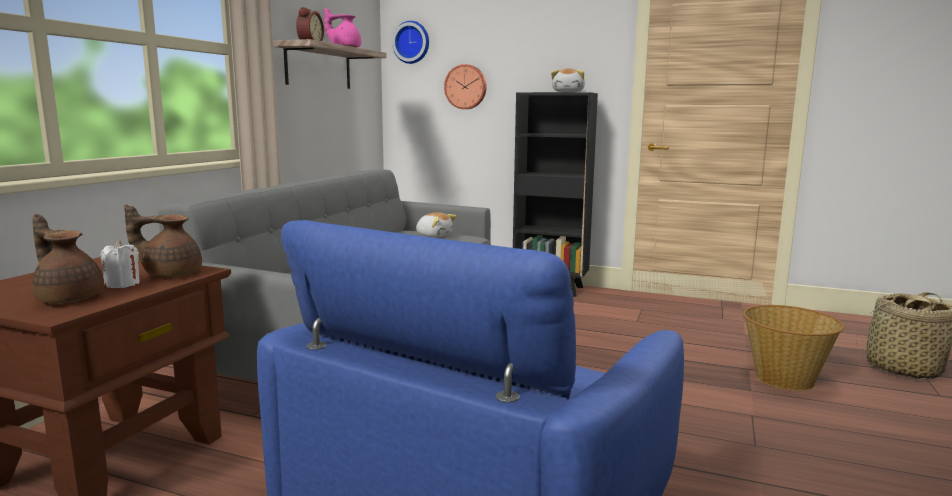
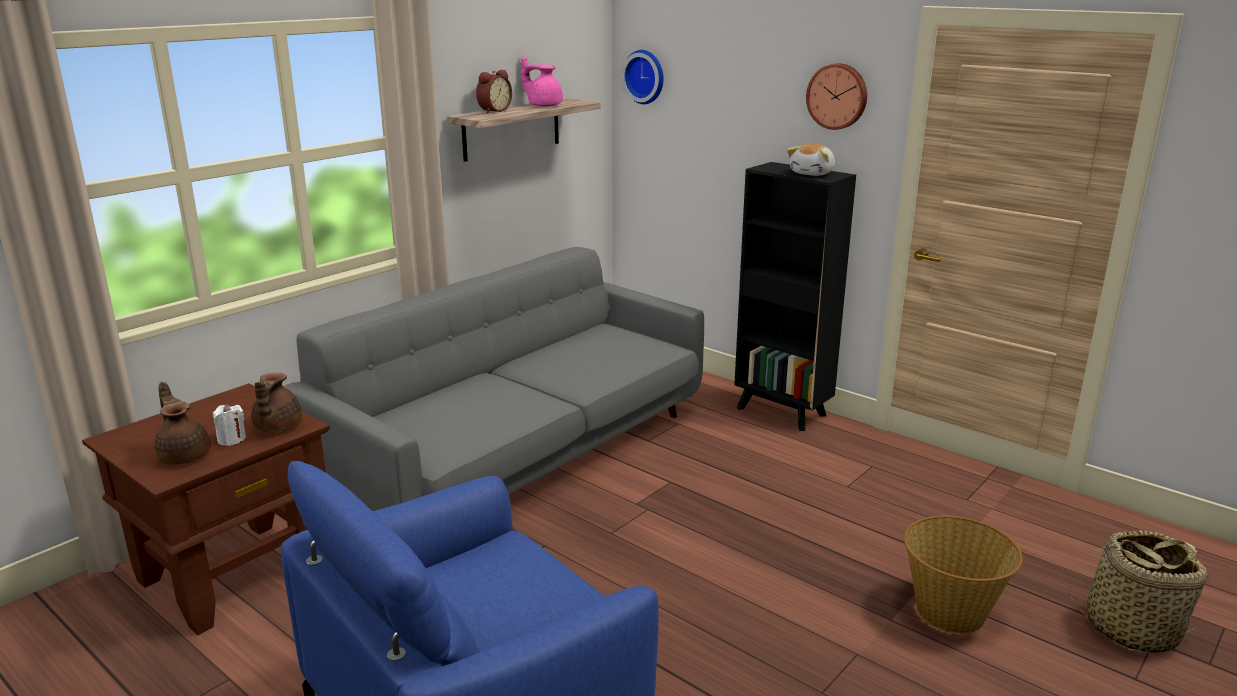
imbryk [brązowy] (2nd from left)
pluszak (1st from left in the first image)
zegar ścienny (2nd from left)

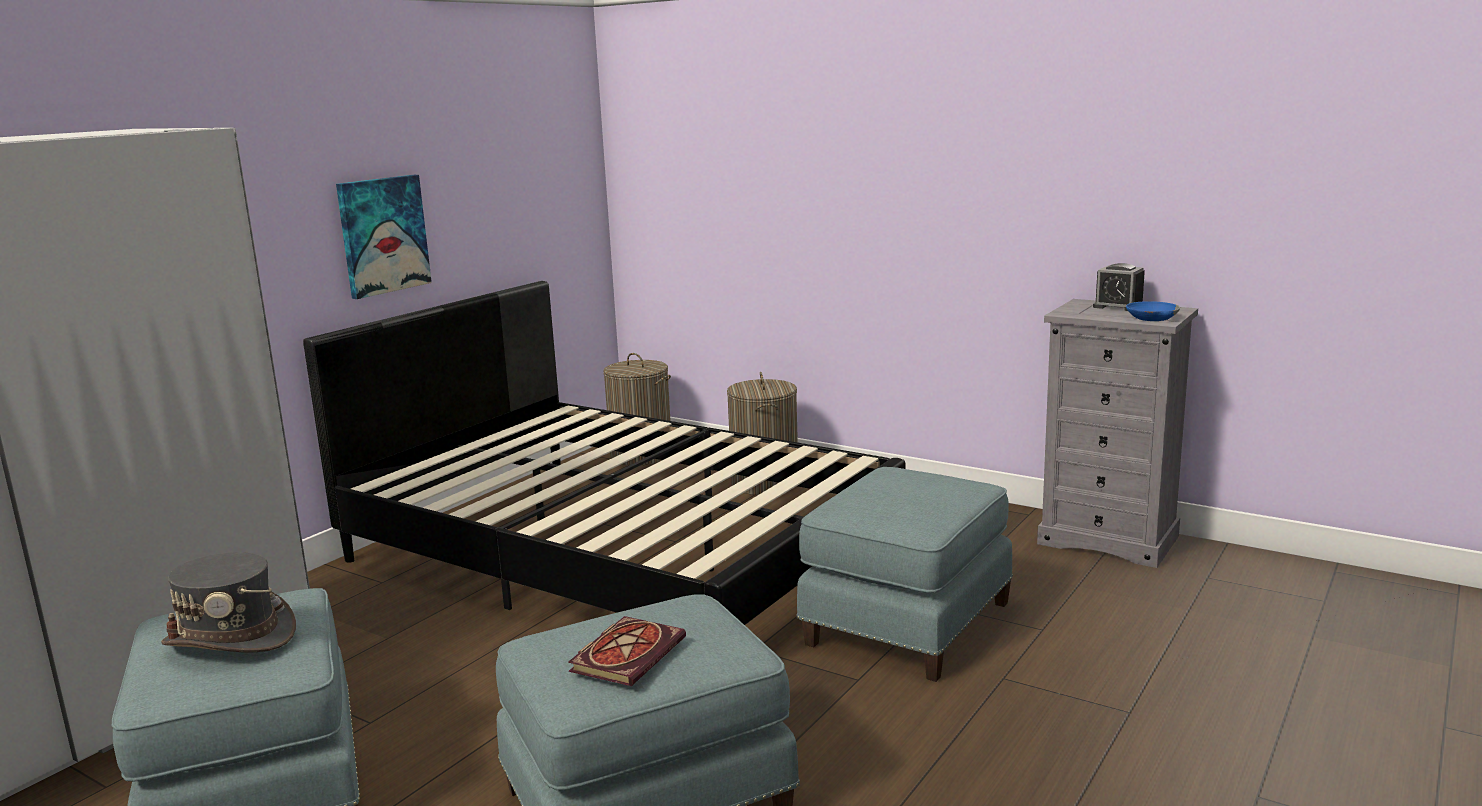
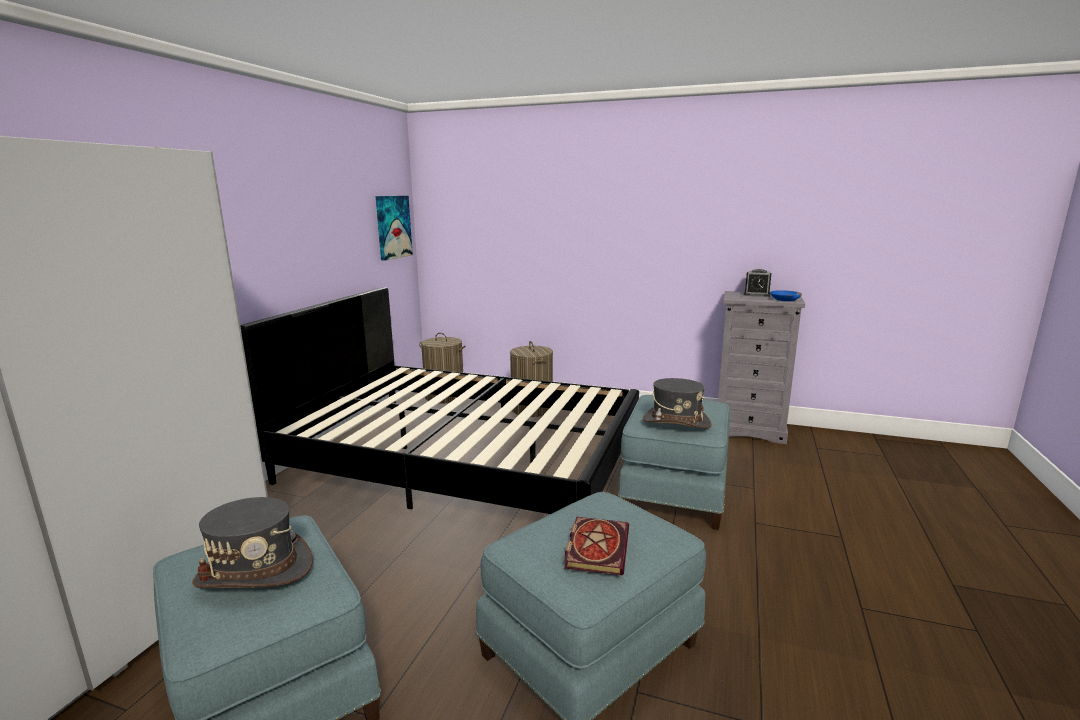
obraz
kapelusz [szary] (2nd from left)

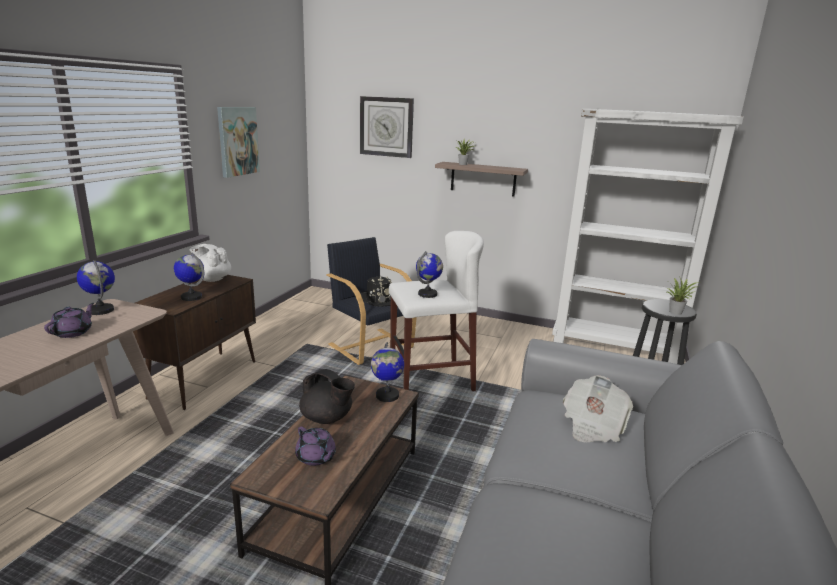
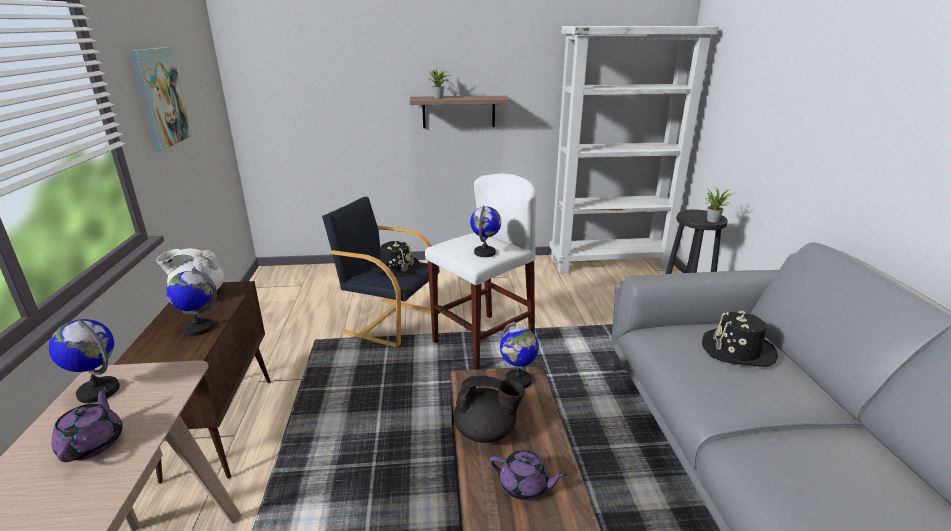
zegar ścienny
kapelusz [czarny] (2nd from left)

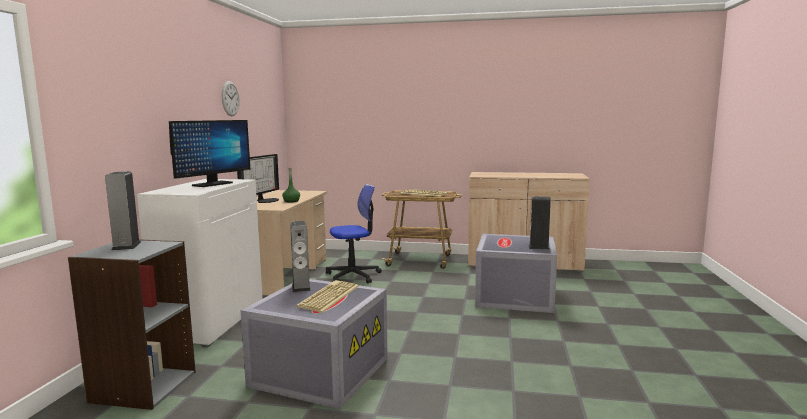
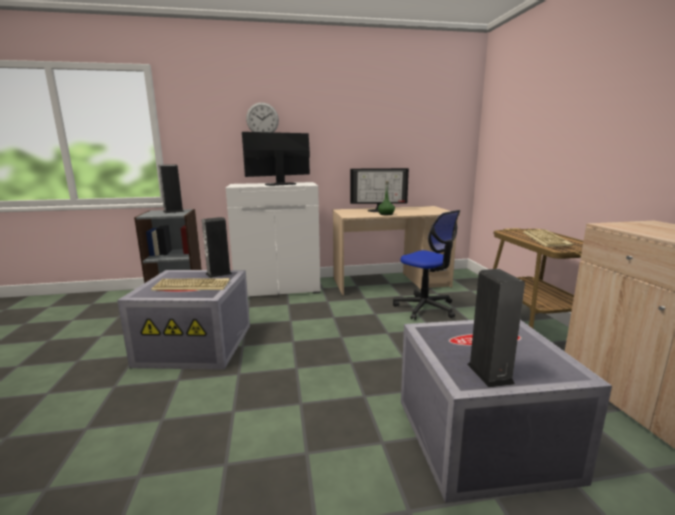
monitor (1st from left)
zegar ścienny

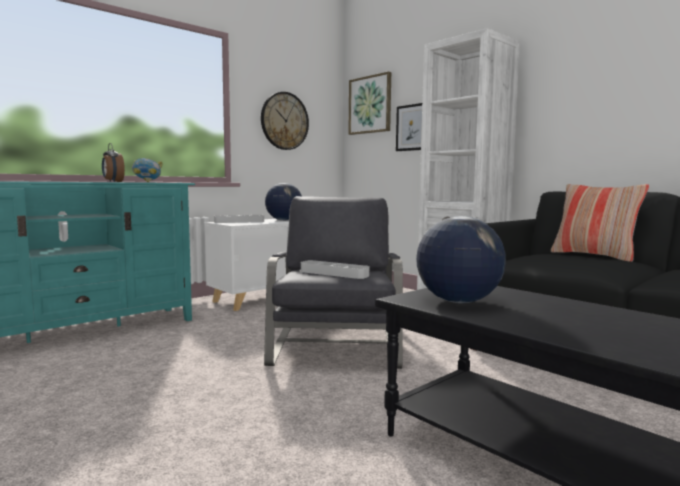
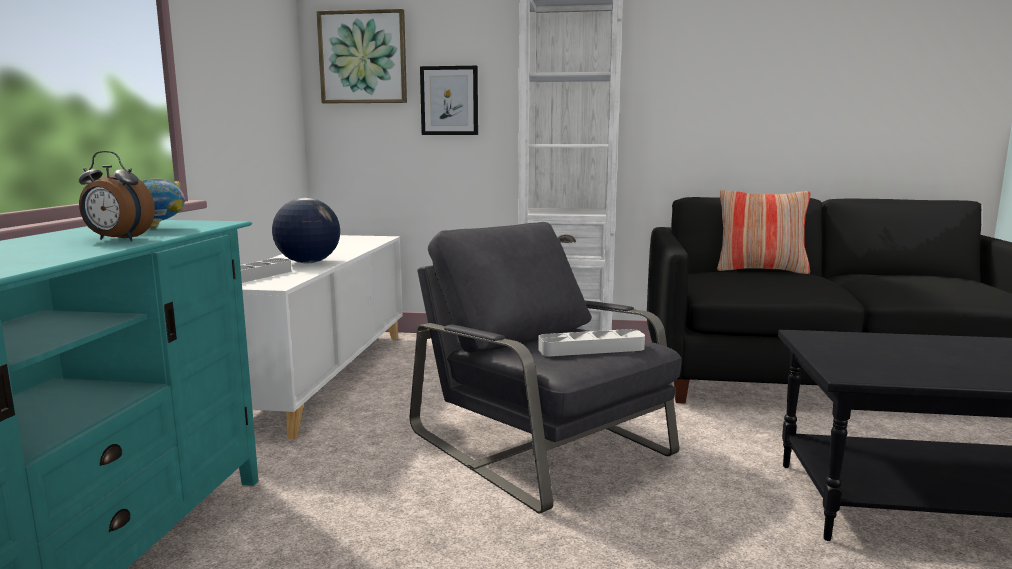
zegar ścienny
globus (2nd from left in the first image)

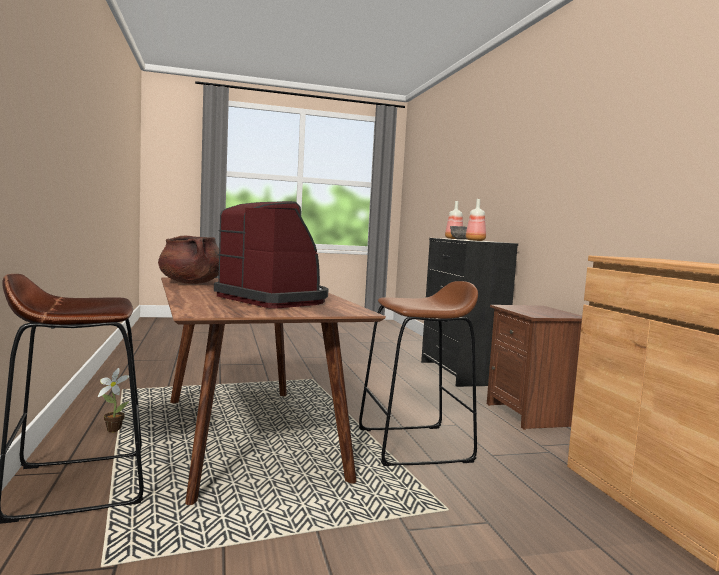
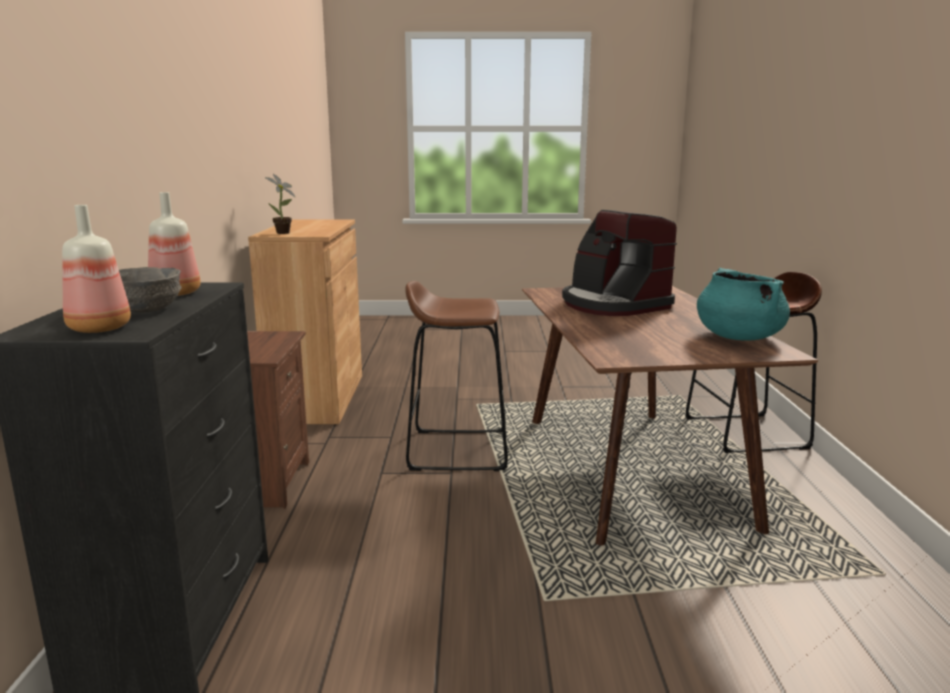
roślina doniczkowa
garnek [turkusowy]

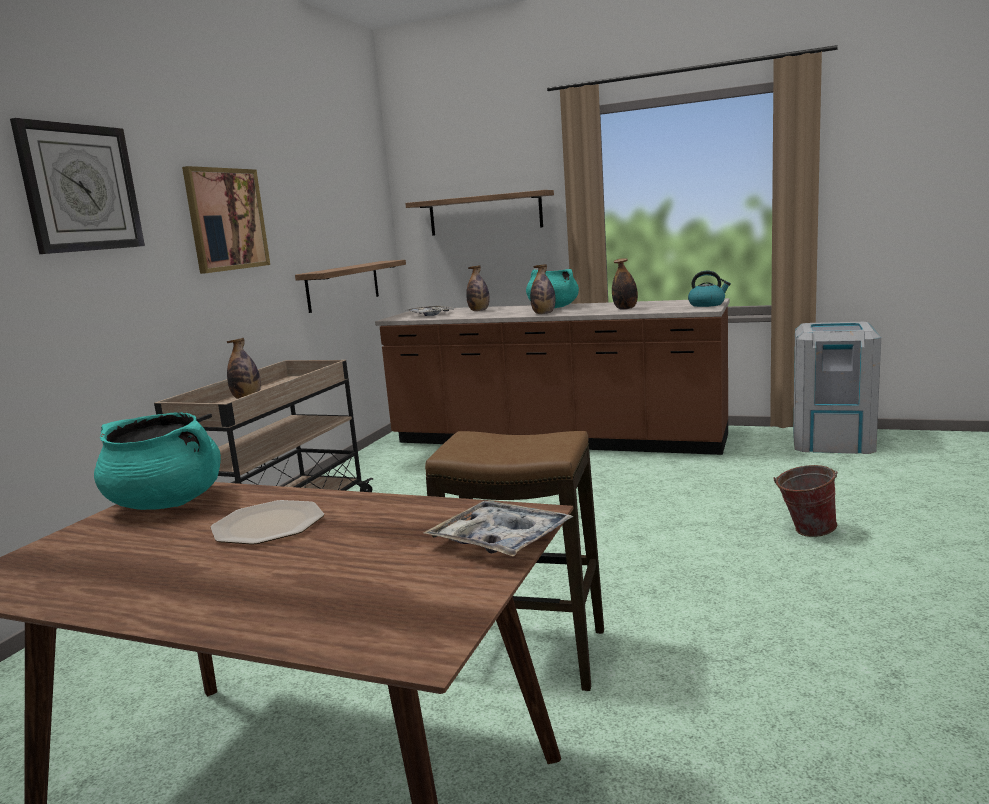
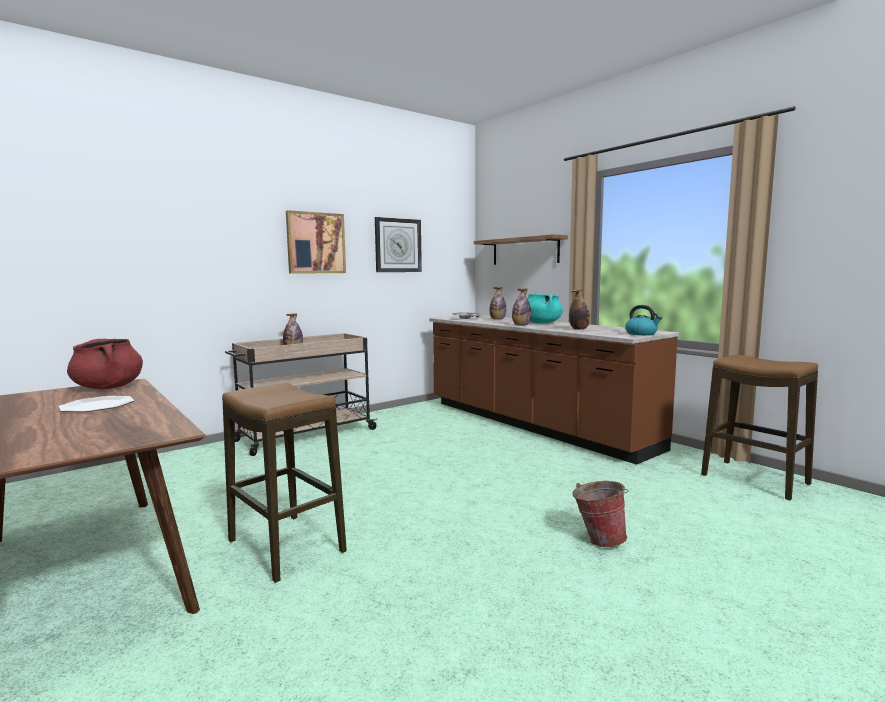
zegar ścienny
garnek [czerwony]
półka (1st from left in the first image)
taca (2nd from left in the first image)
stołek (2nd from left)

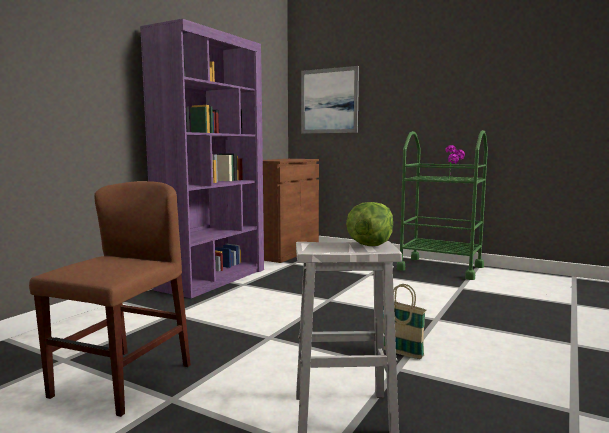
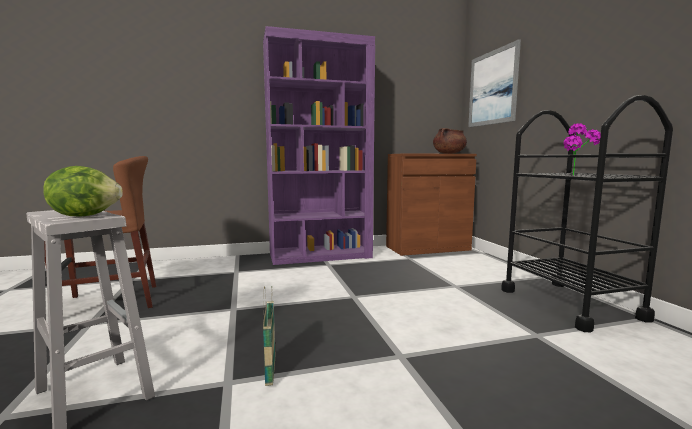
wózek [czarny]
garnek [brązowy]

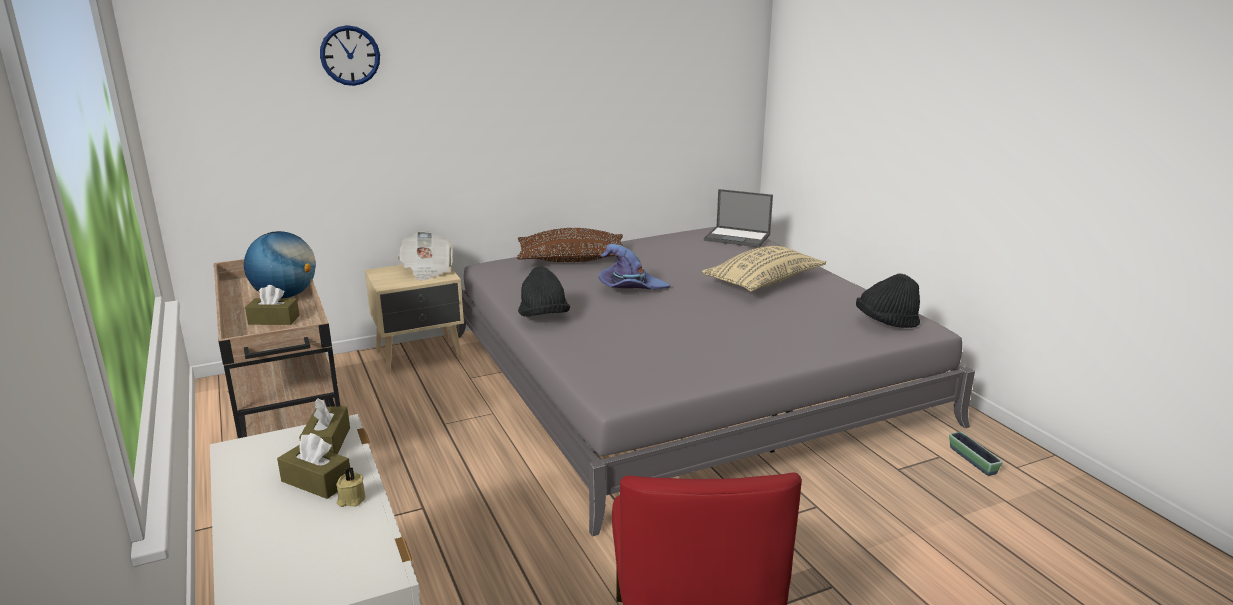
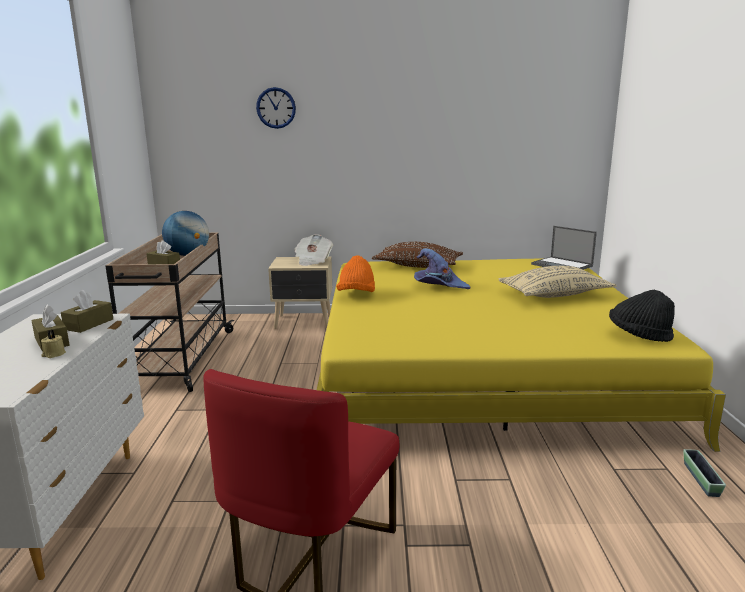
łóżko [żółty]
kapelusz [pomarańczowy]

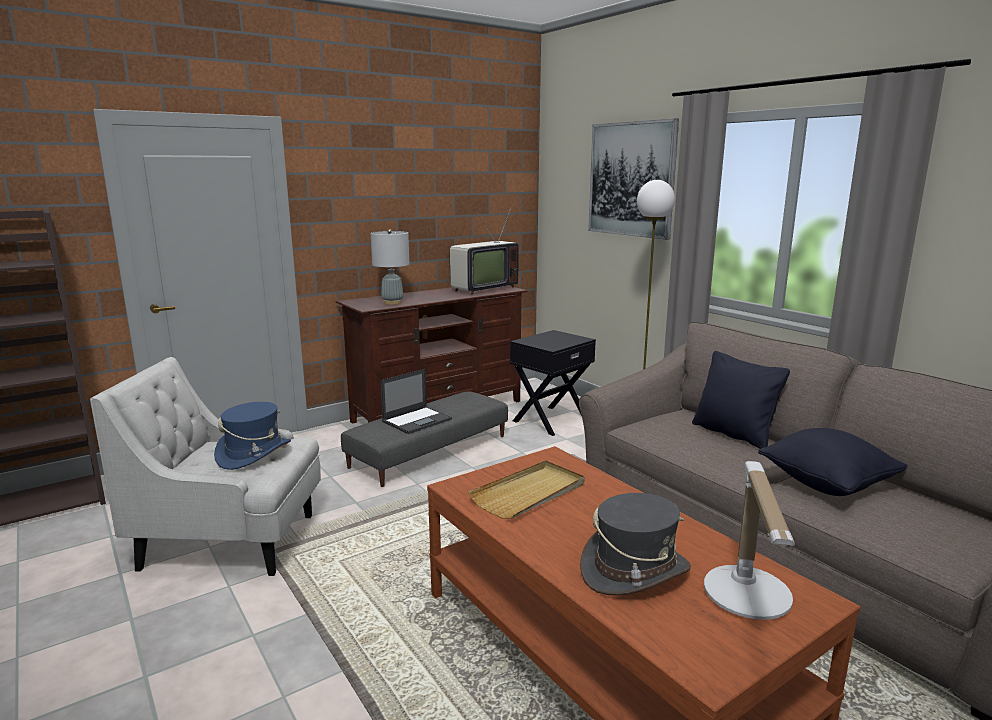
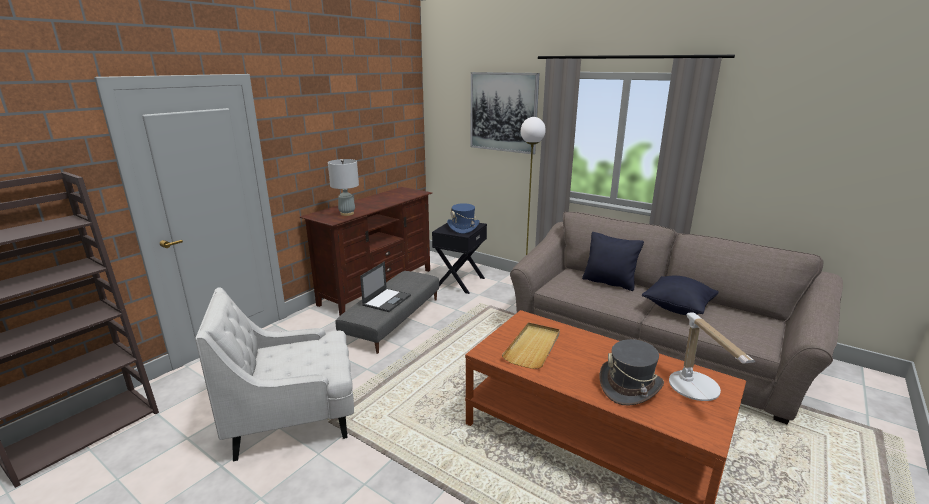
kapelusz [niebieski]
telewizor

